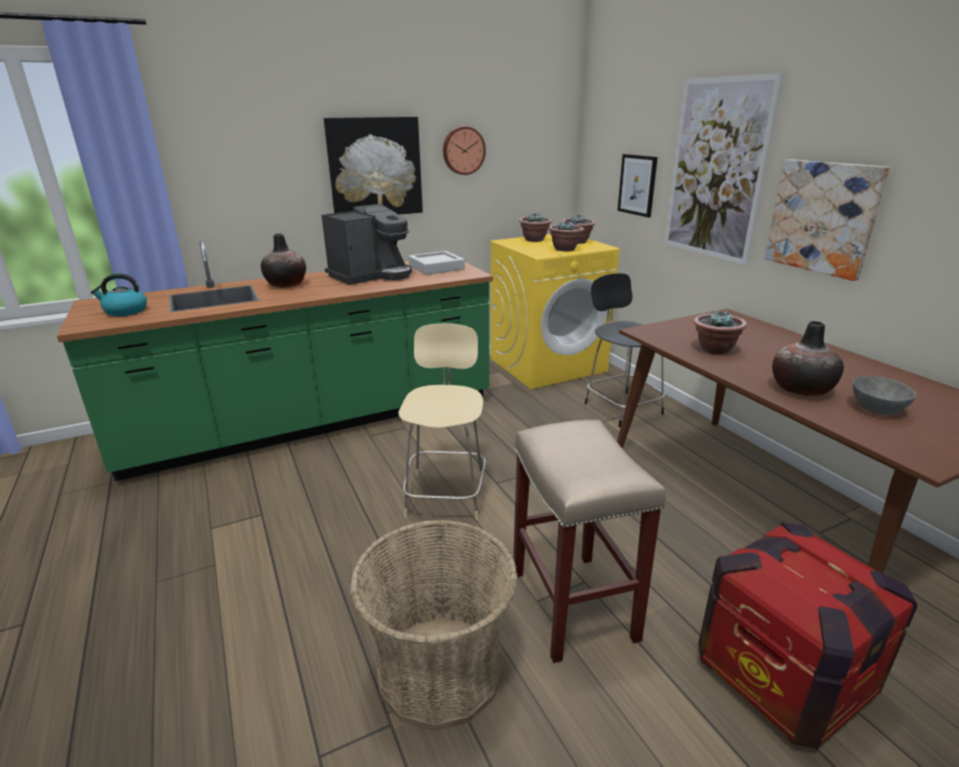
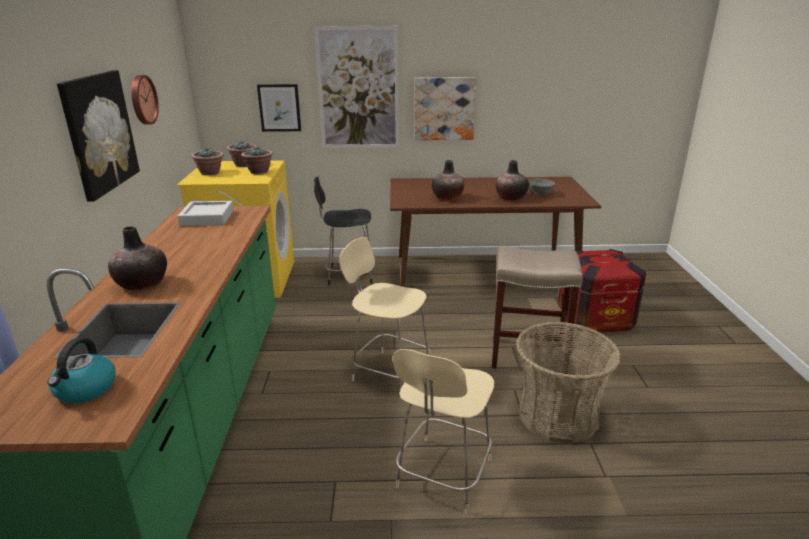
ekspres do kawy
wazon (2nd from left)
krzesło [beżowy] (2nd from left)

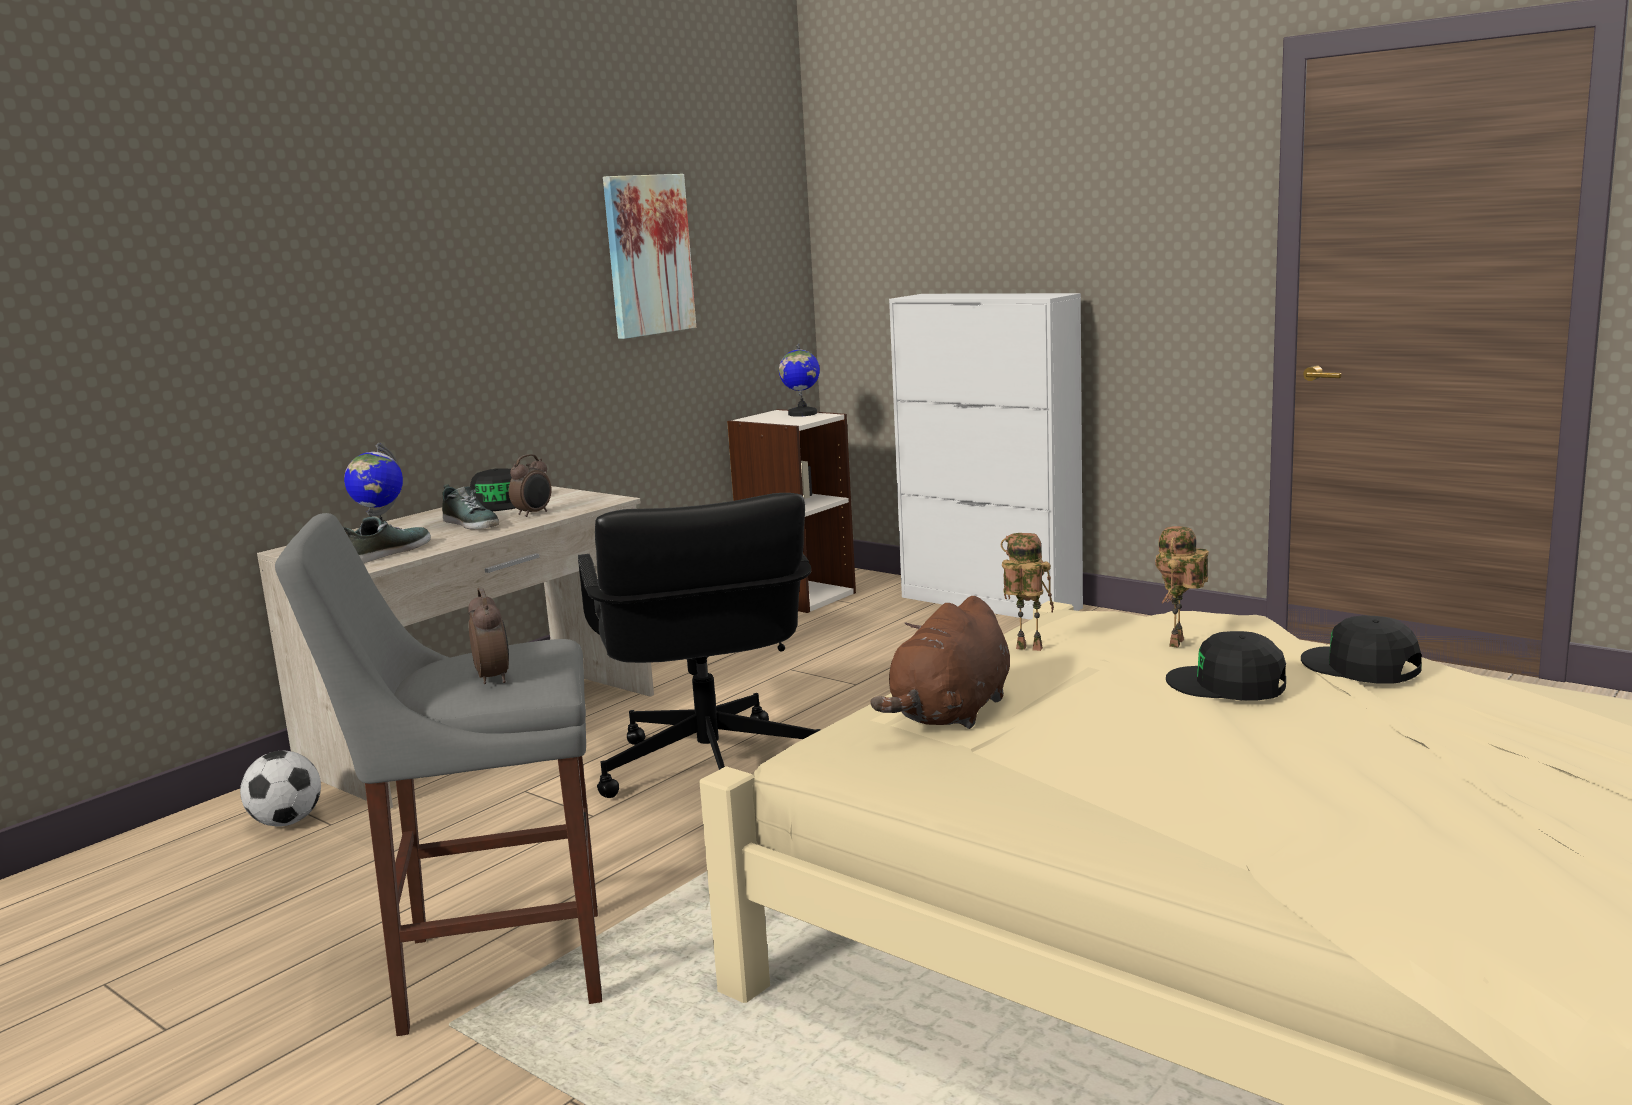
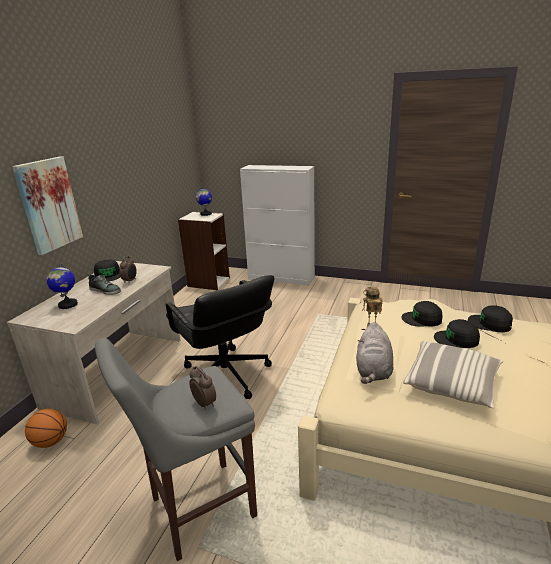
piłka do koszykówki
but (1st from left in the first image)
obraz
pluszak [szary]
czapka z daszkiem [czarny] (2nd from left)
poduszka

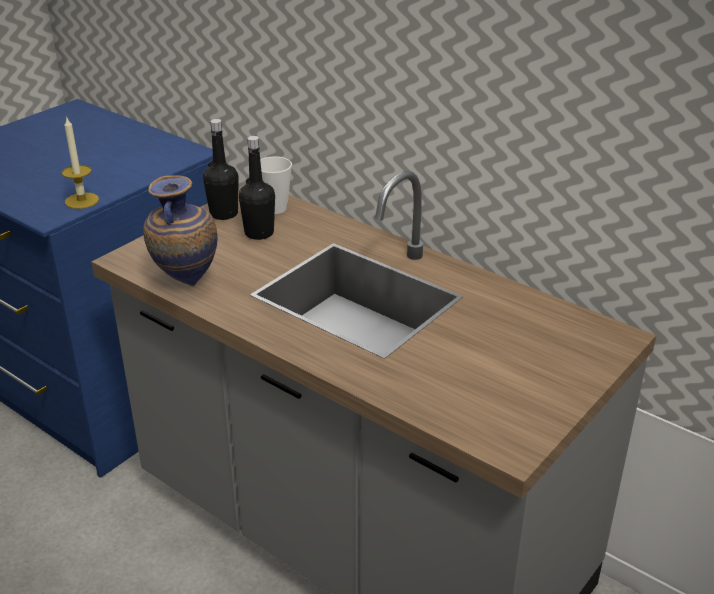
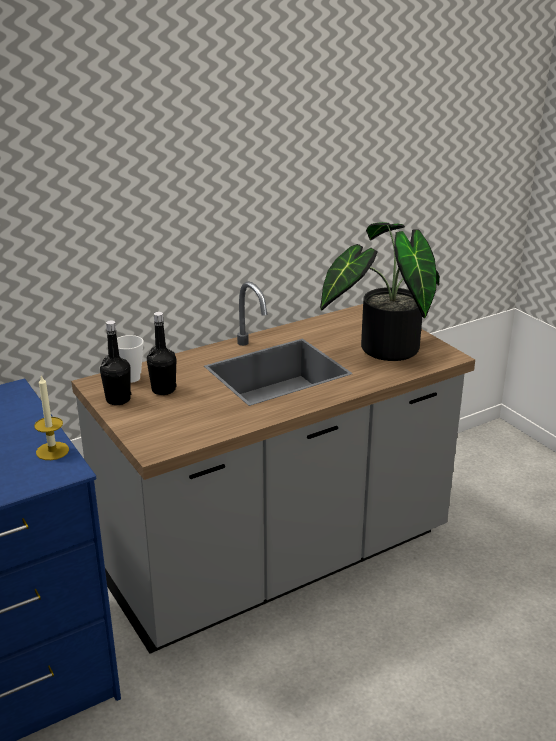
wazon
roślina doniczkowa

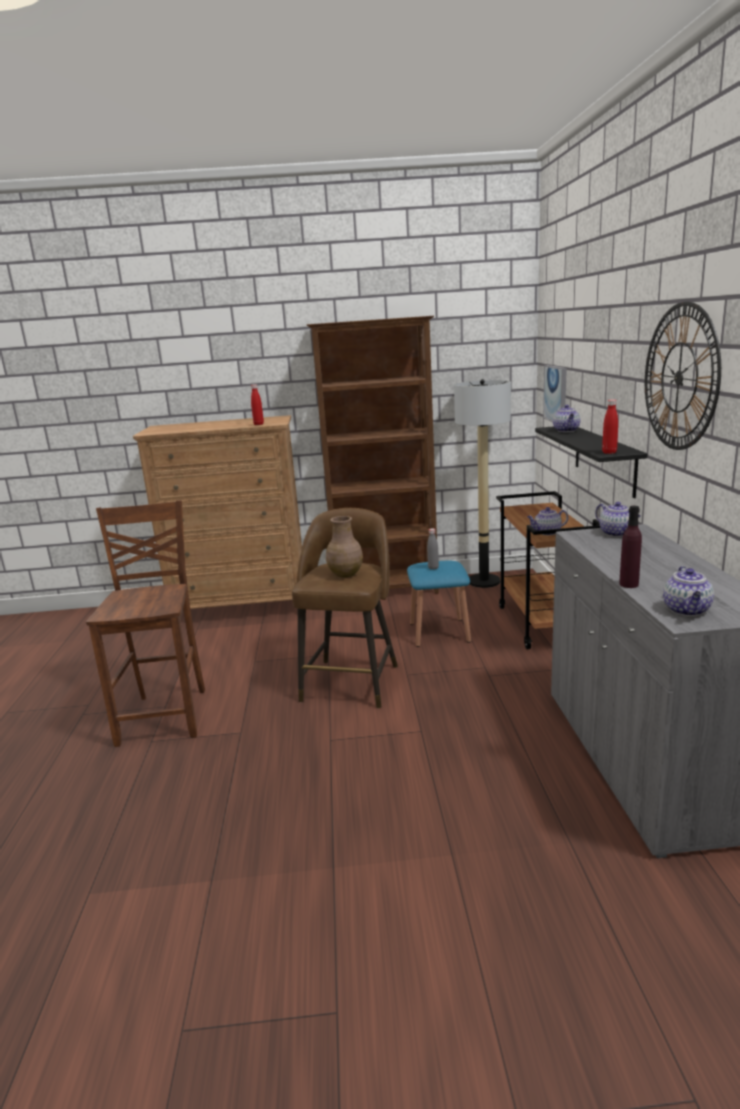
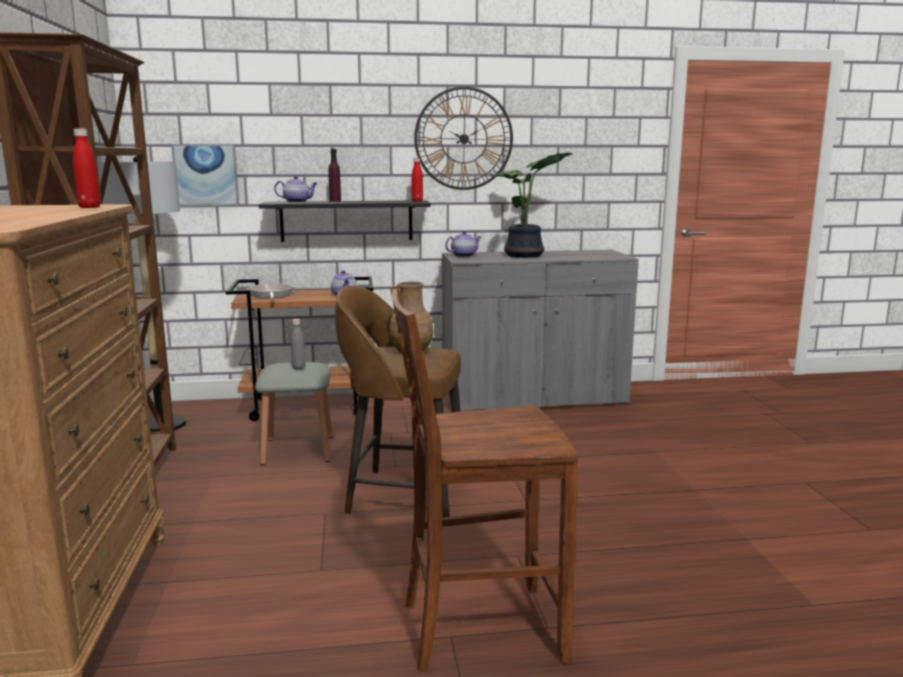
stołek [szary]
butelka [fioletowy]
imbryk (4th from left in the first image)
patelnia
roślina doniczkowa

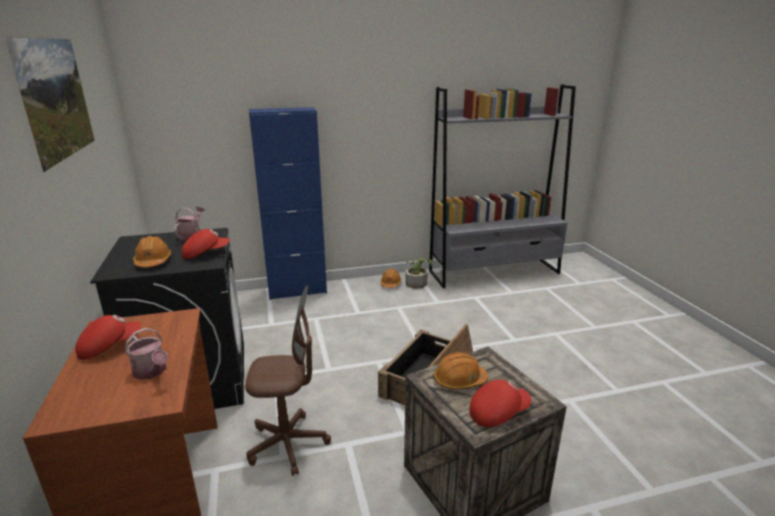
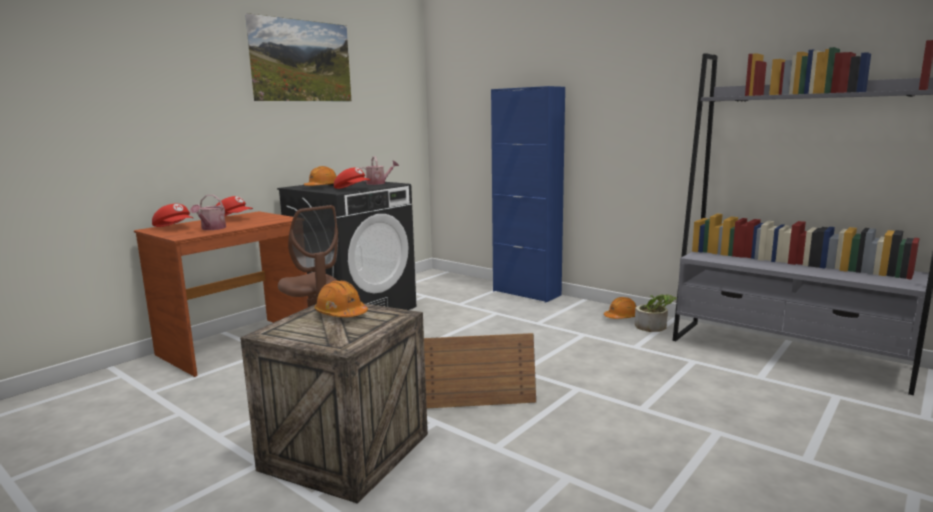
czapka z daszkiem [czerwony] (1st from left)

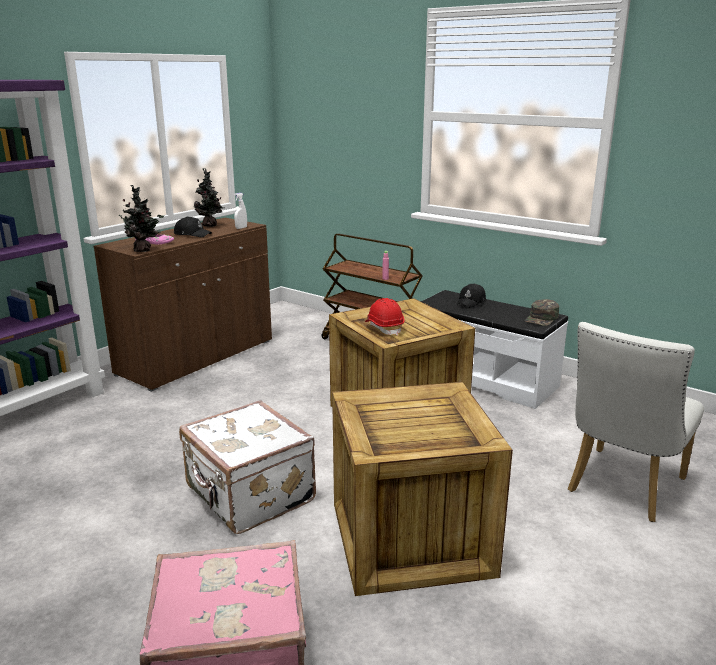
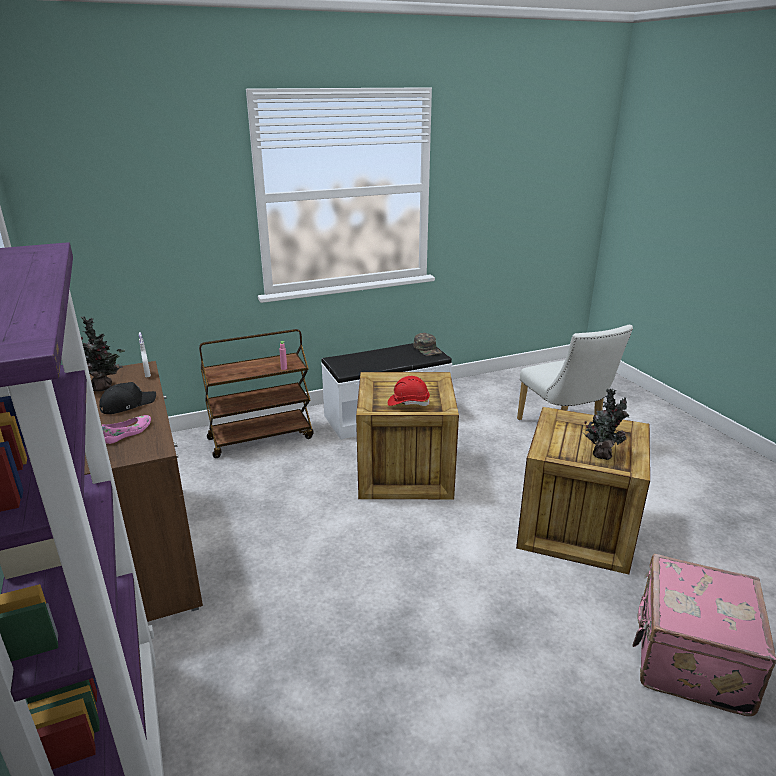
roślina doniczkowa (2nd from left)
walizka [biały]
czapka z daszkiem [czarny] (2nd from left in the first image)

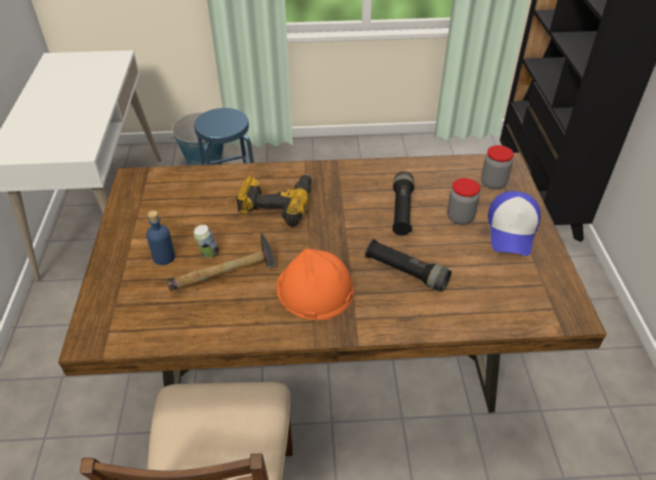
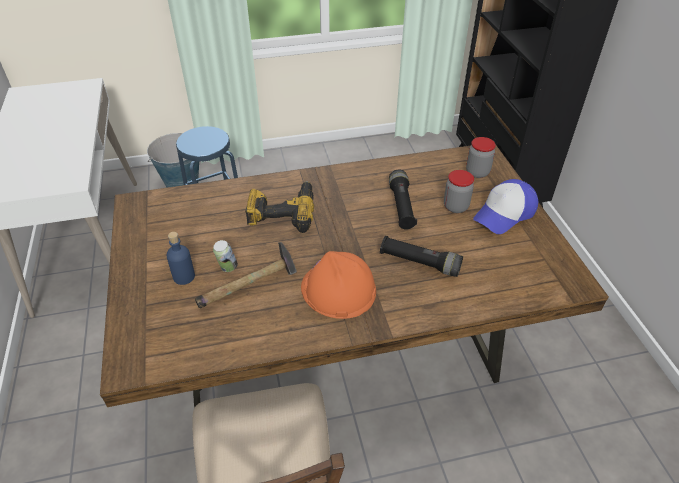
czapka z daszkiem

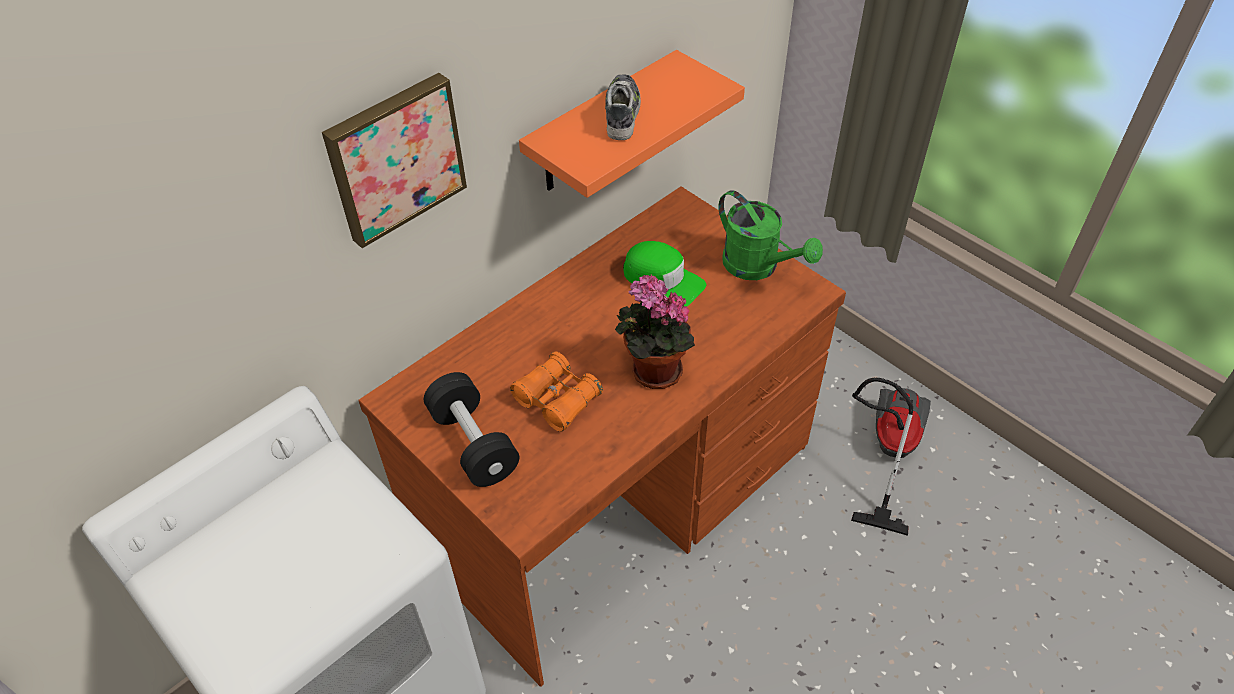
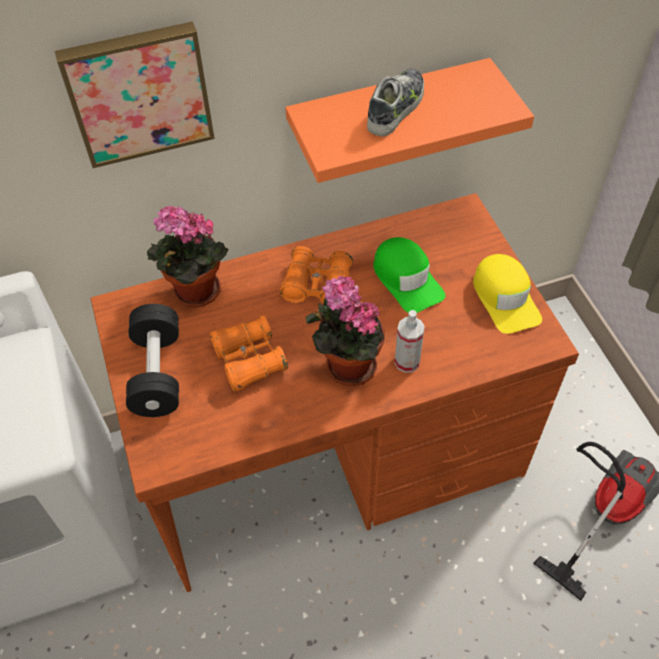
czapka z daszkiem [żółty]
roślina doniczkowa (1st from left)
lornetka [pomarańczowy] (2nd from left)
spryskiwacz

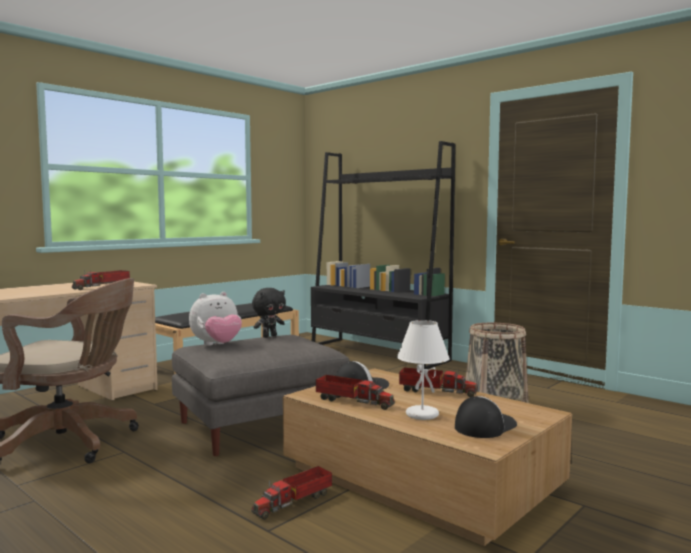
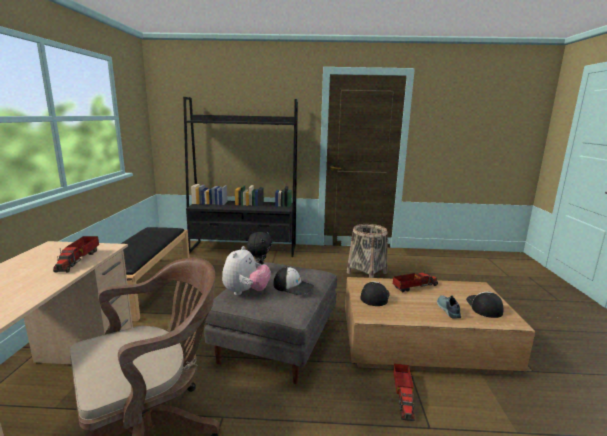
ciężarówka zabawkowa (3rd from left in the first image)
but
czapka z daszkiem (1st from left)

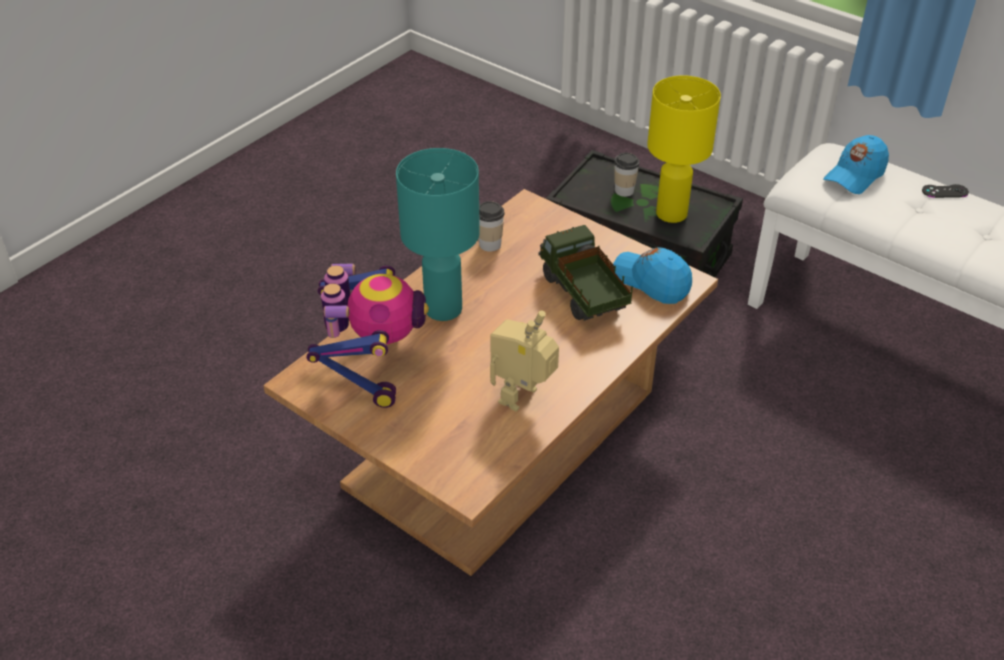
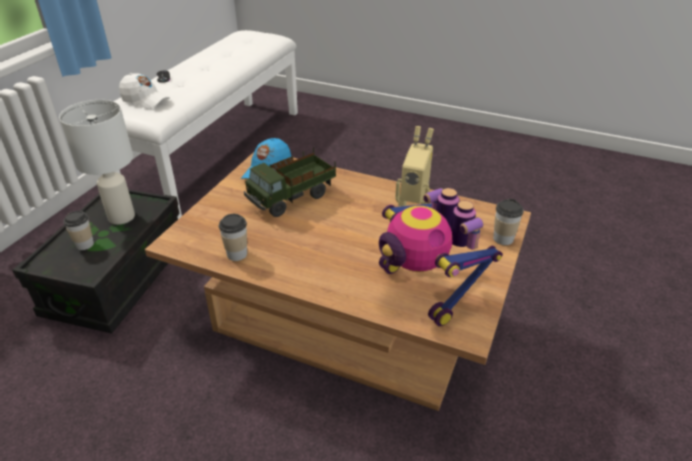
robot zabawkowy (2nd from left)
lampa stołowa [turkusowy]
lampa stołowa [biały]
czapka z daszkiem [biały]
filiżanka (3rd from left)

